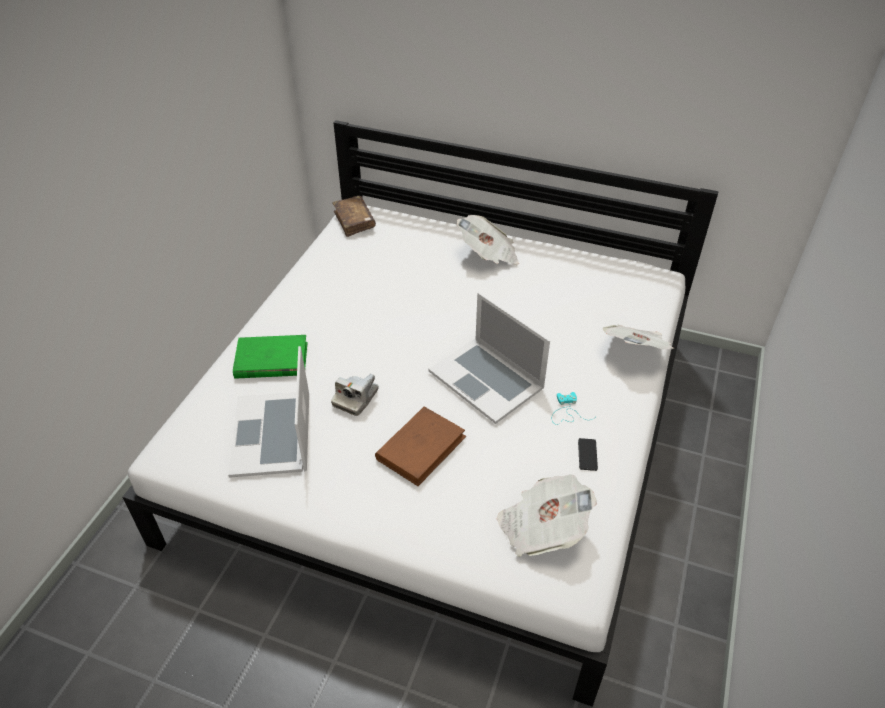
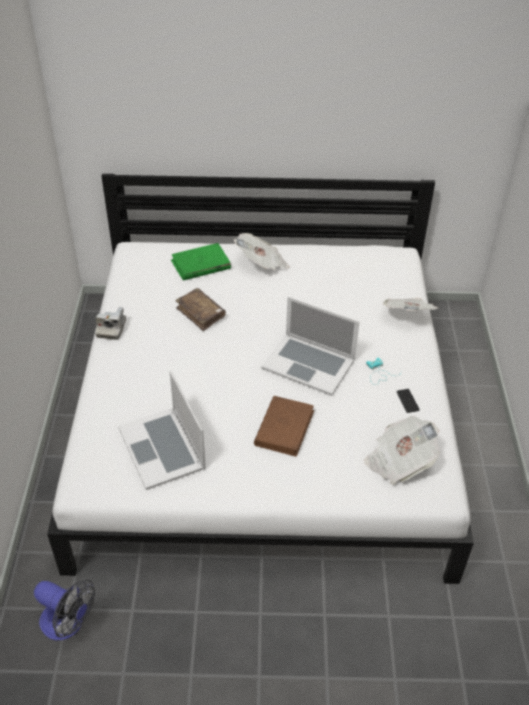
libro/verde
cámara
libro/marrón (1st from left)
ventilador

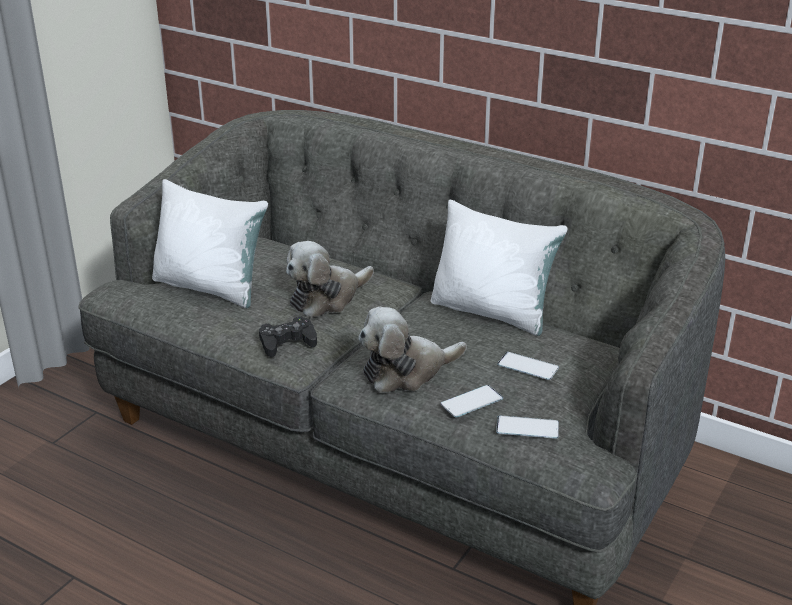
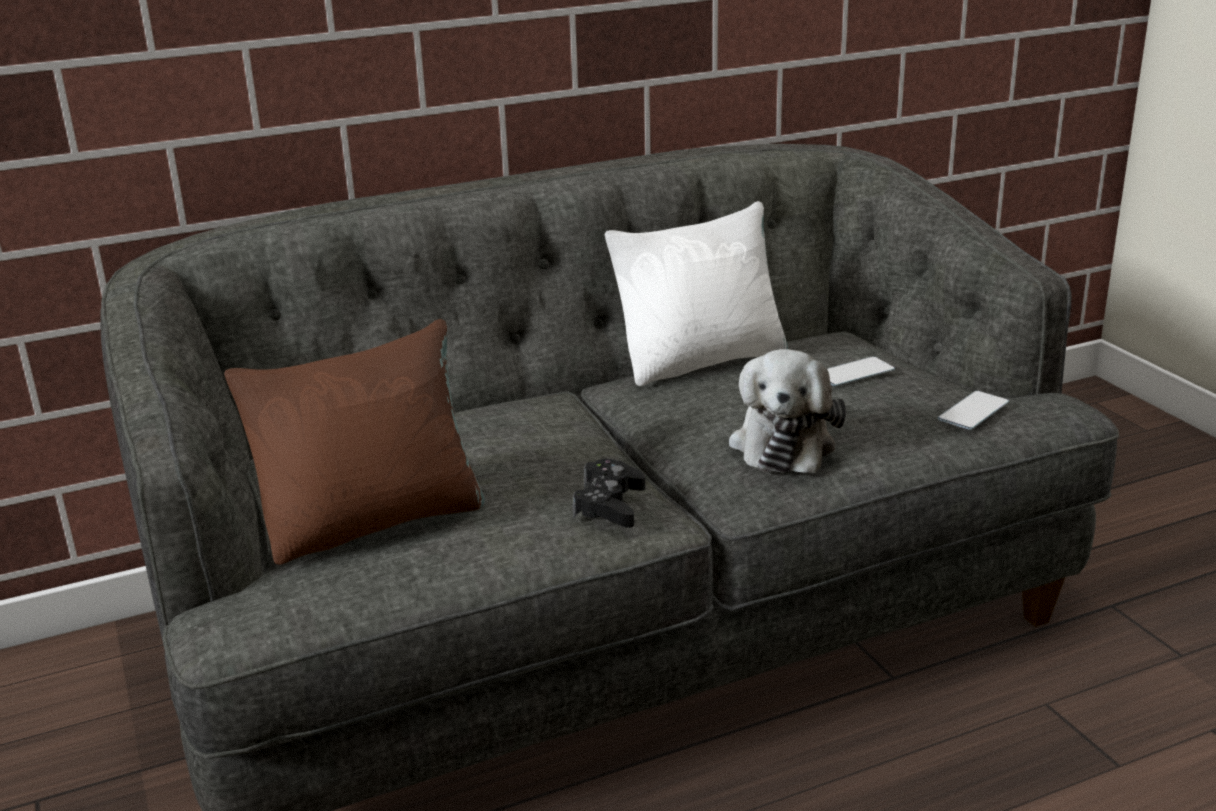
cojín/marrón
peluche (1st from left in the first image)
móvil (1st from left in the first image)

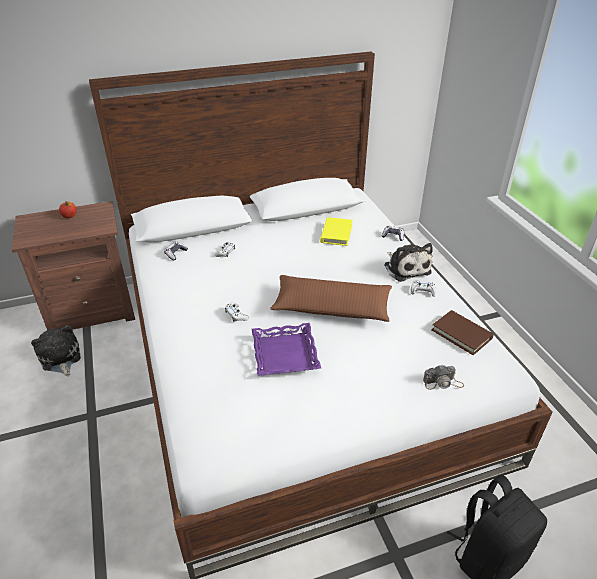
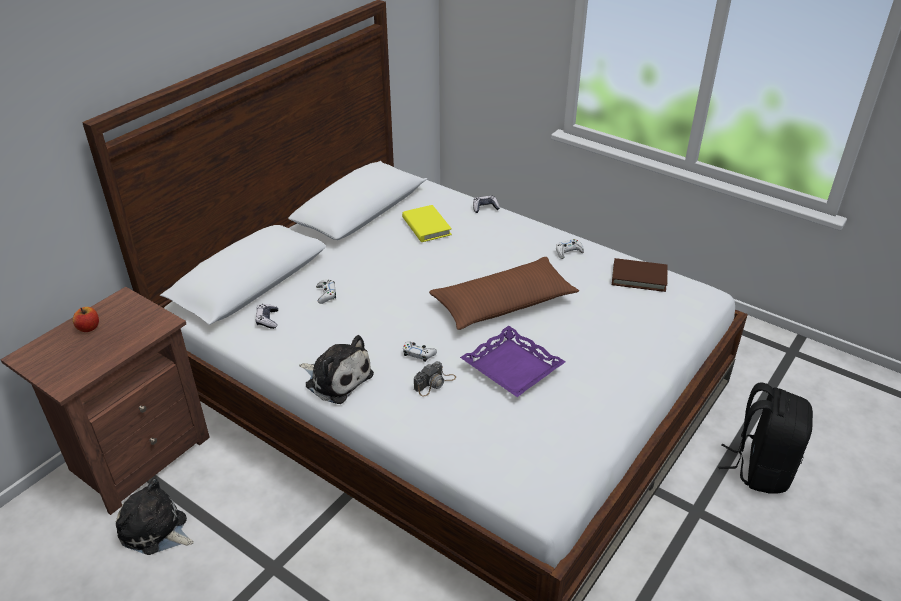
peluche (2nd from left)
cámara

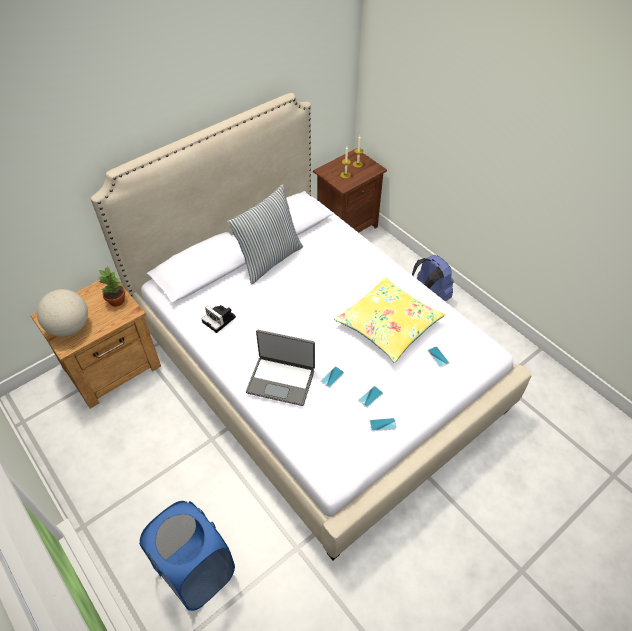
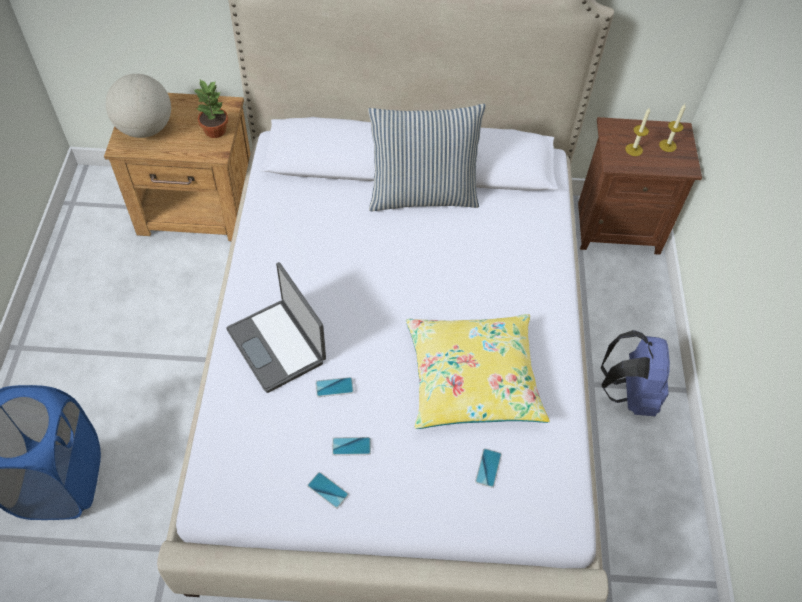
cámara

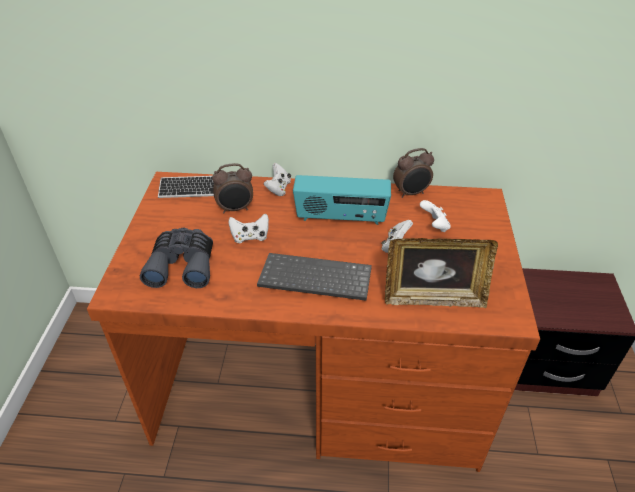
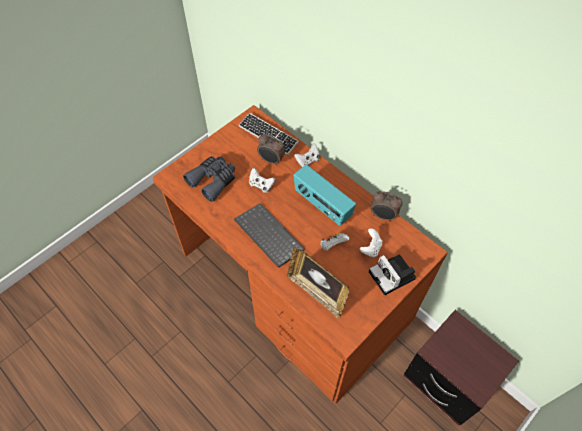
cámara

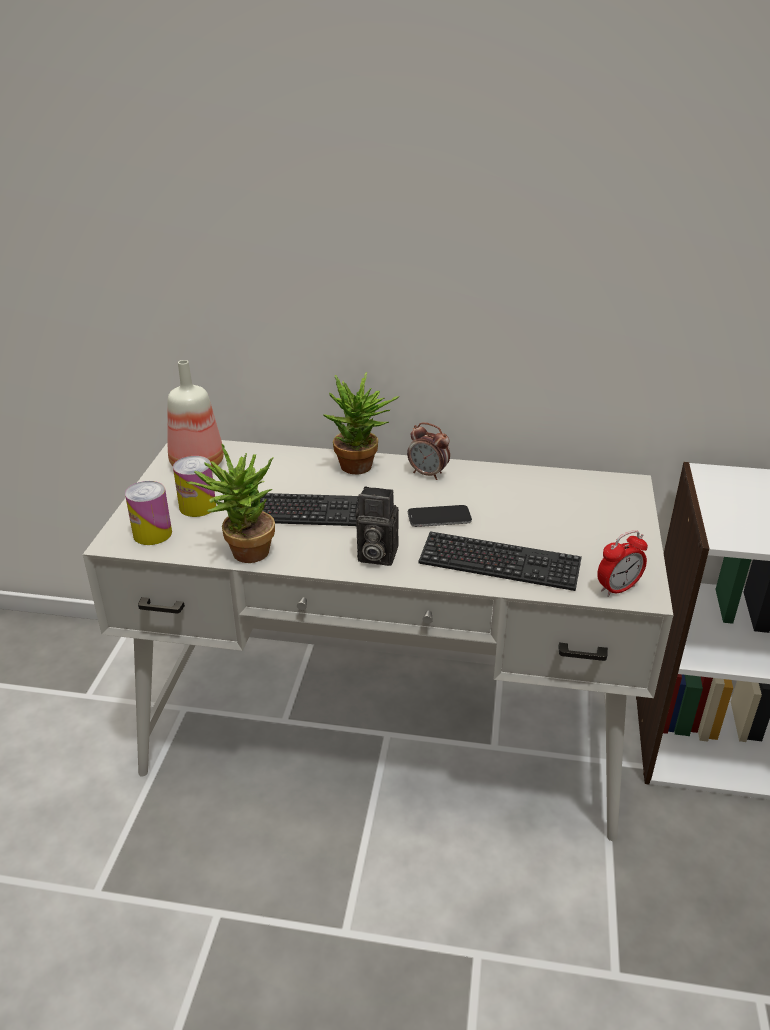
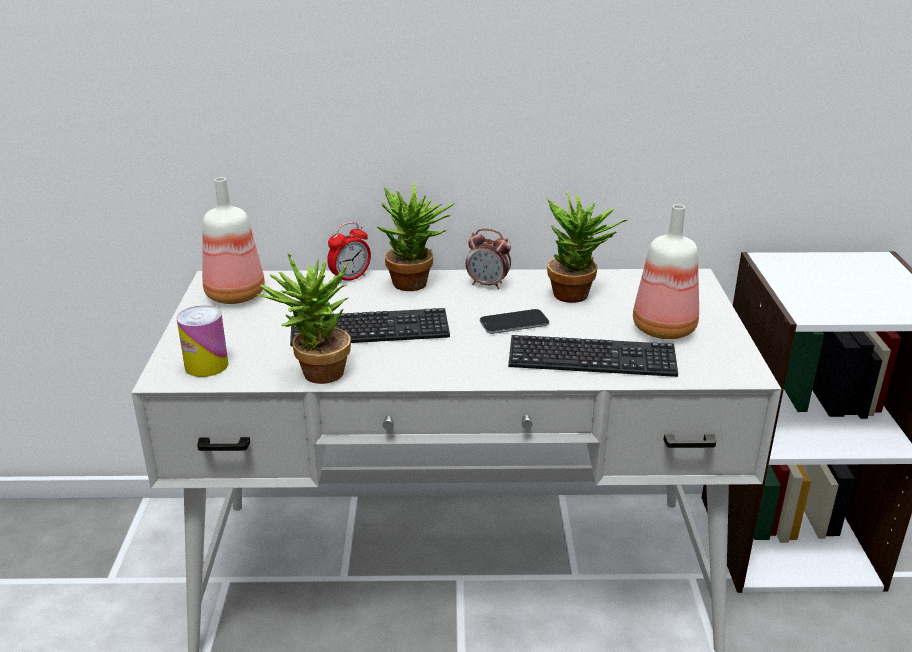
lata (2nd from left in the first image)
cámara
despertador (1st from left)
planta en maceta (3rd from left)
botella (2nd from left)

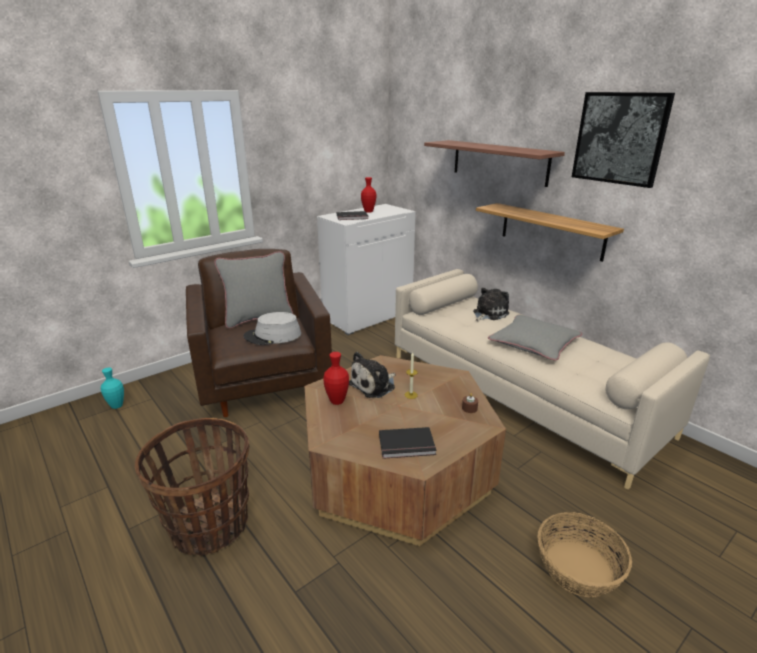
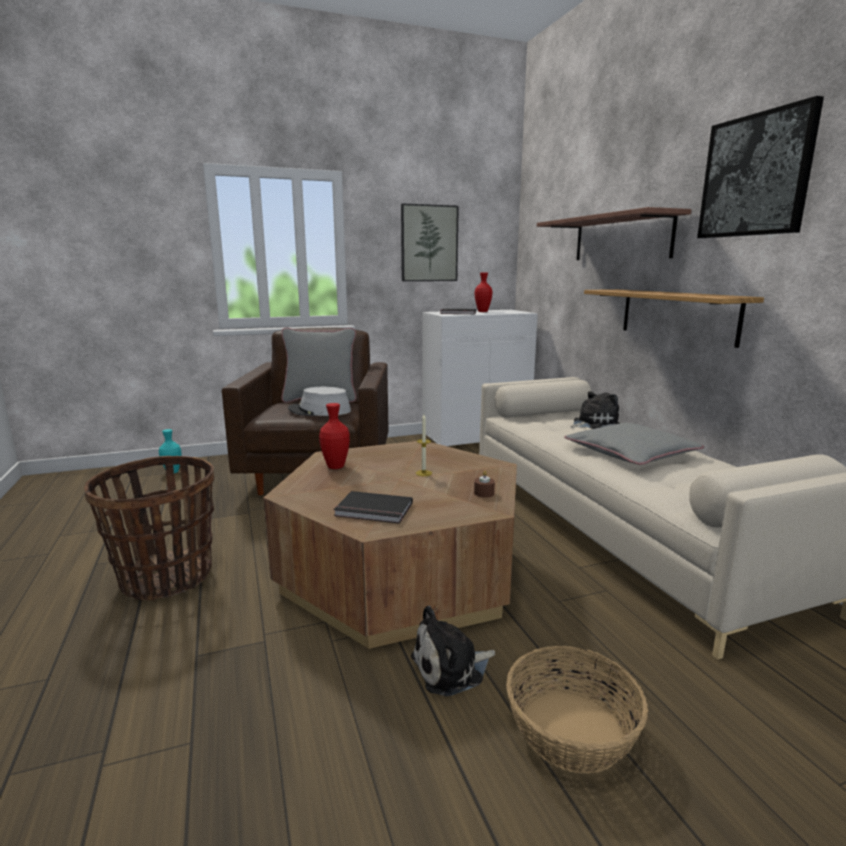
peluche (1st from left)
cuadro (1st from left)

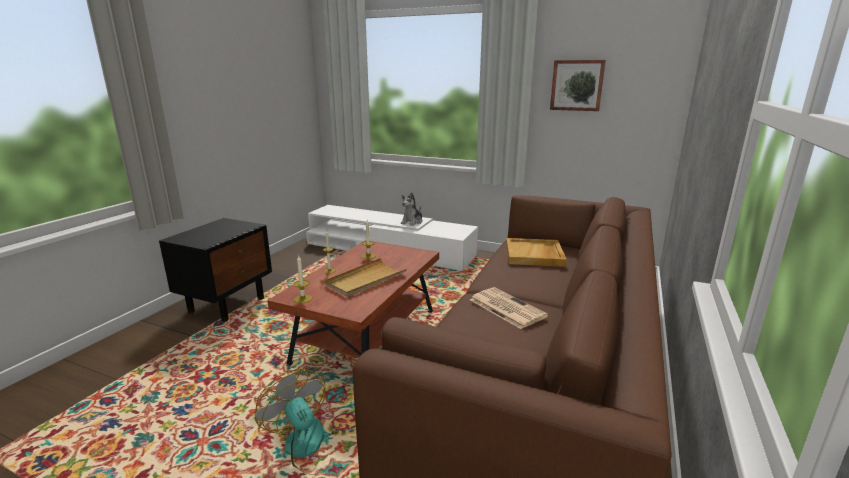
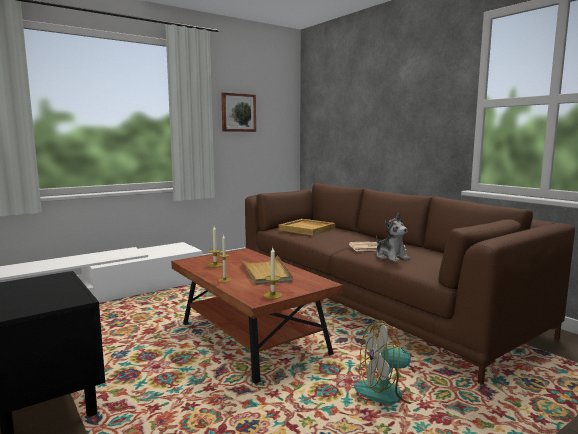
peluche

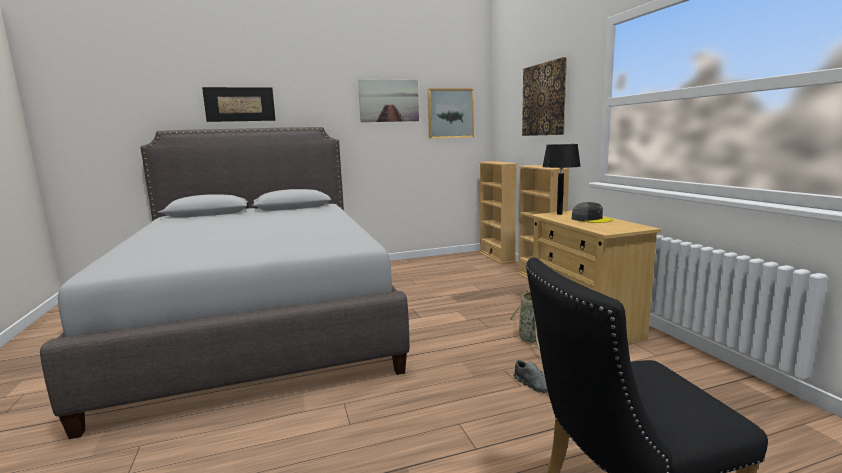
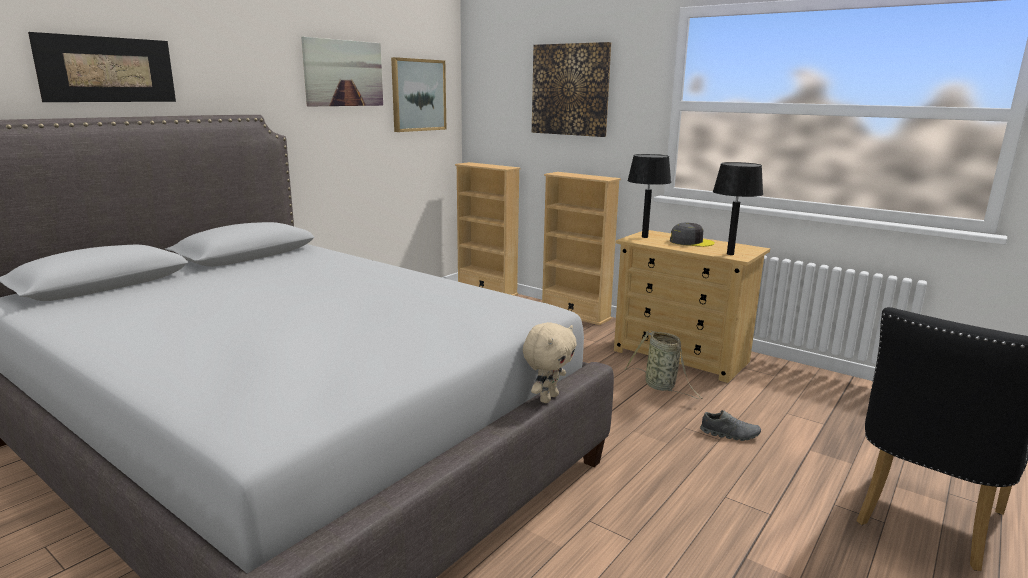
peluche/beis
lámpara de mesa/negro (2nd from left)

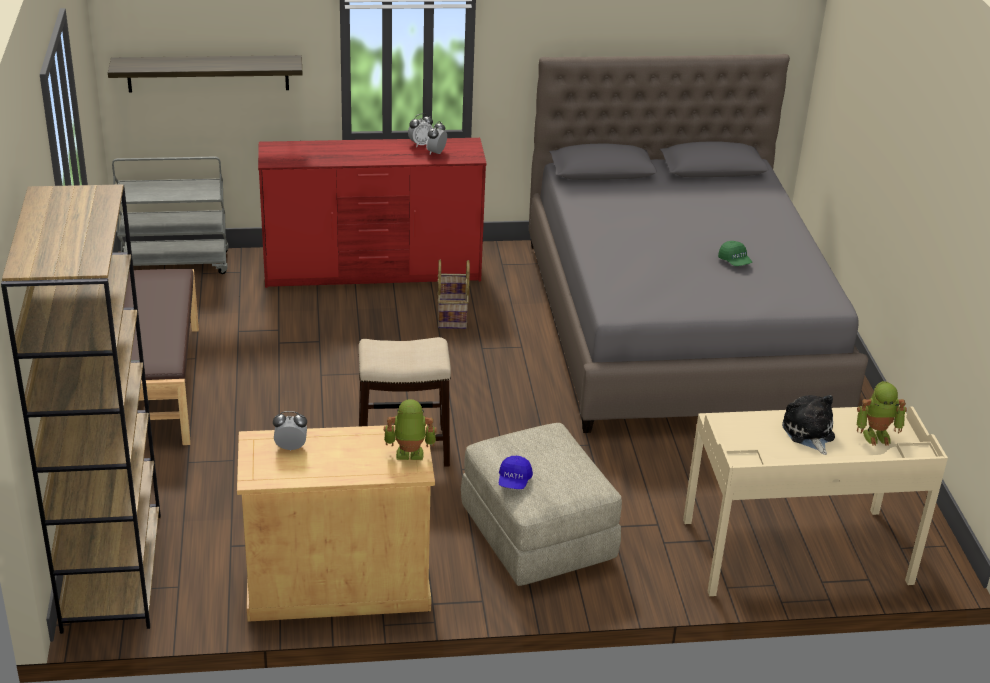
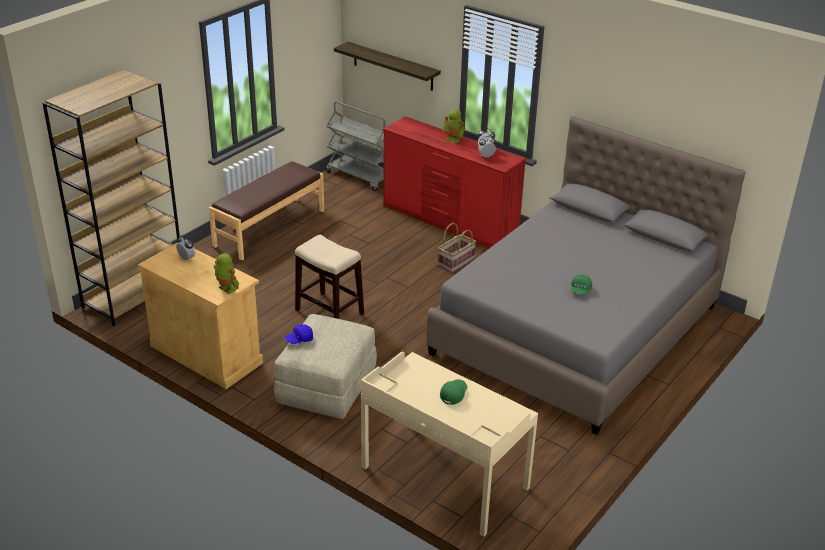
gorra/verde (1st from left)
robot de juguete (2nd from left)

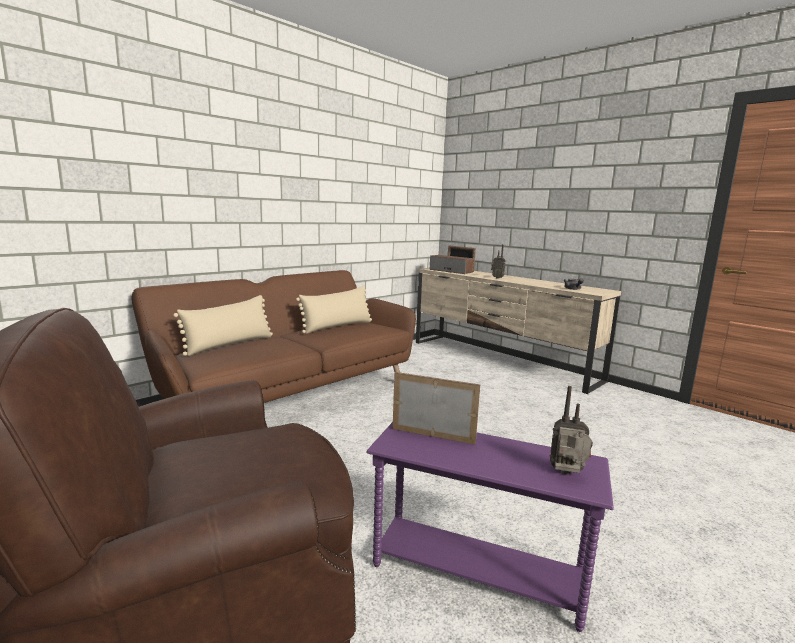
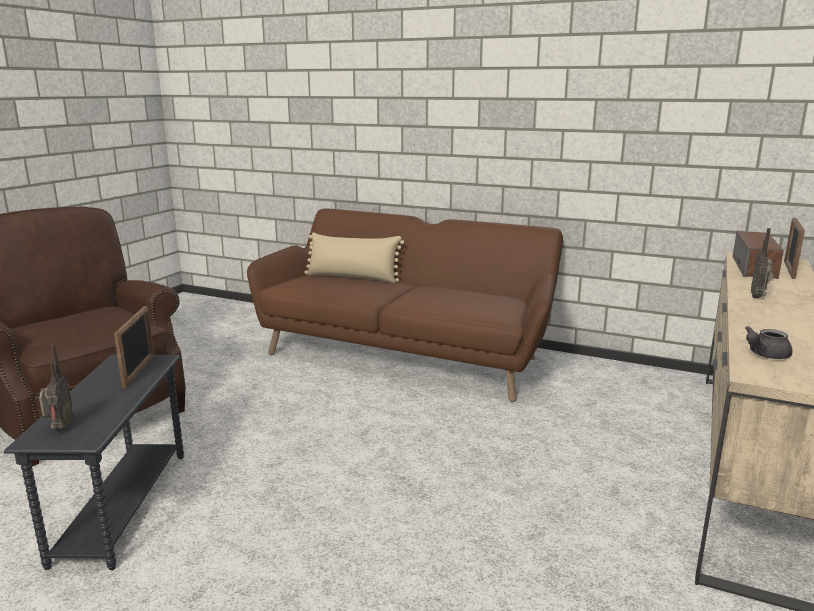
cojín/beis (2nd from left in the first image)
mesa auxiliar/gris

